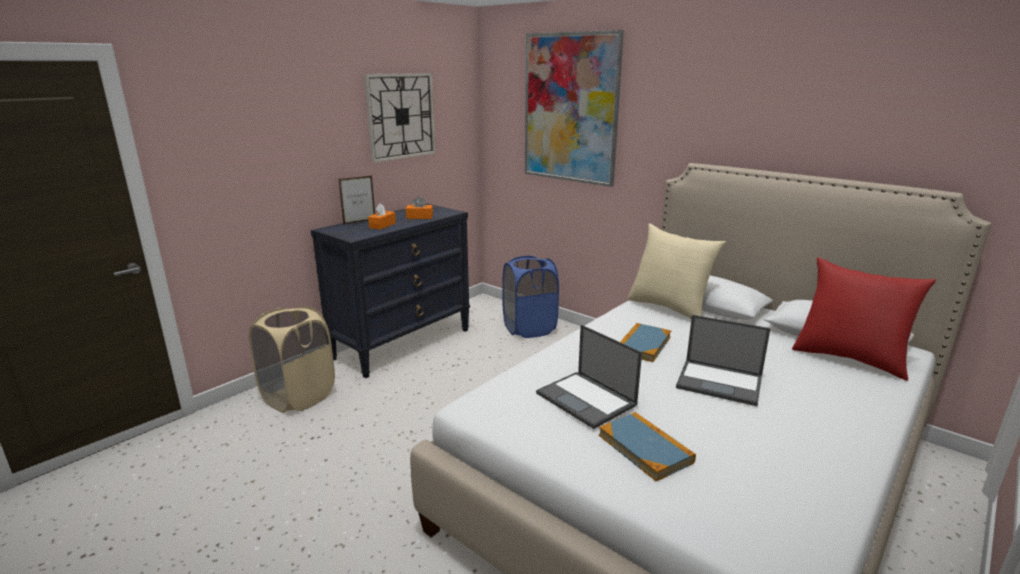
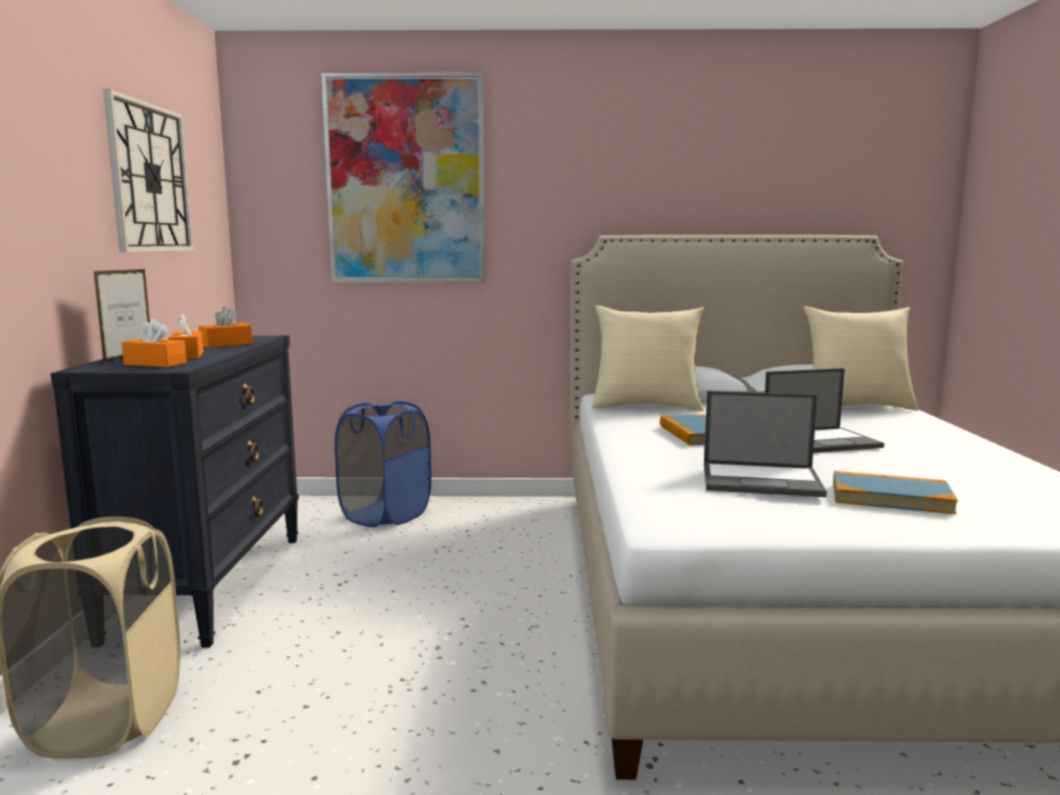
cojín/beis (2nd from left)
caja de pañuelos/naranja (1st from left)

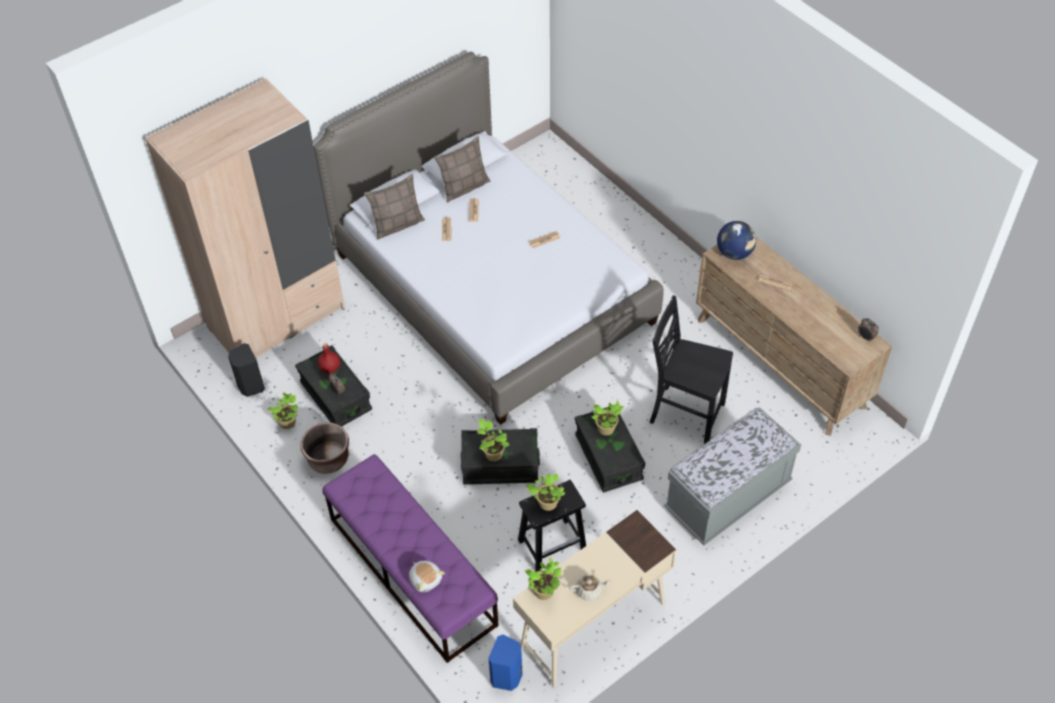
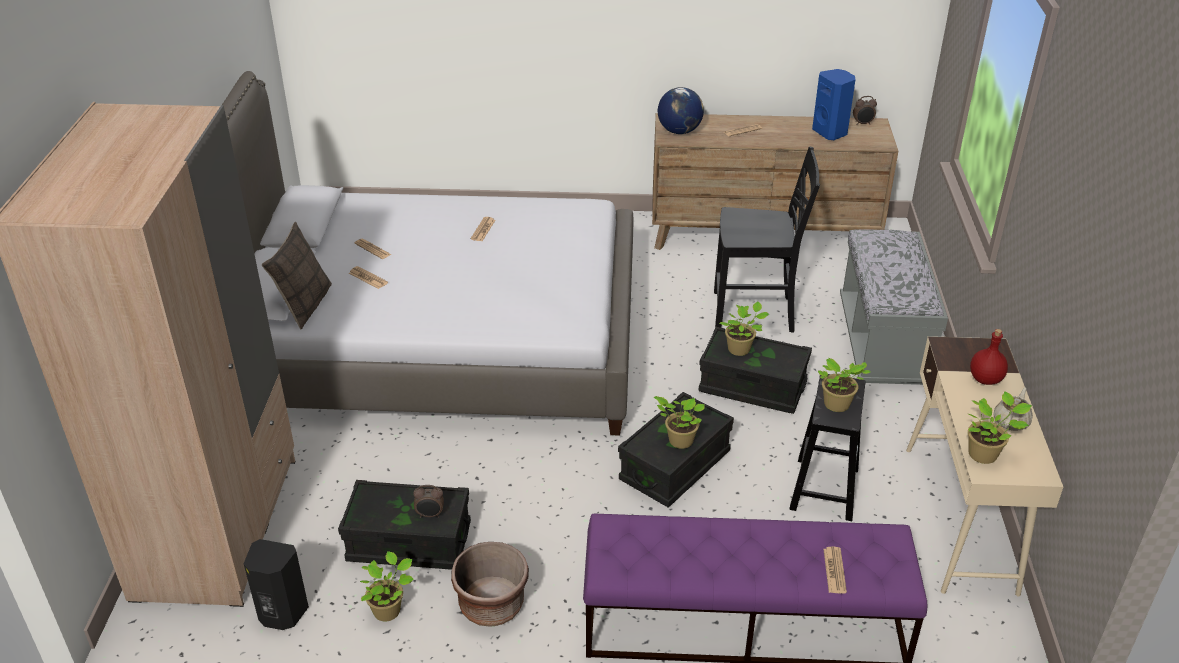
botella/rojo
periódico (5th from left)
cojín (2nd from left in the first image)
altavoz/azul
silla/negro

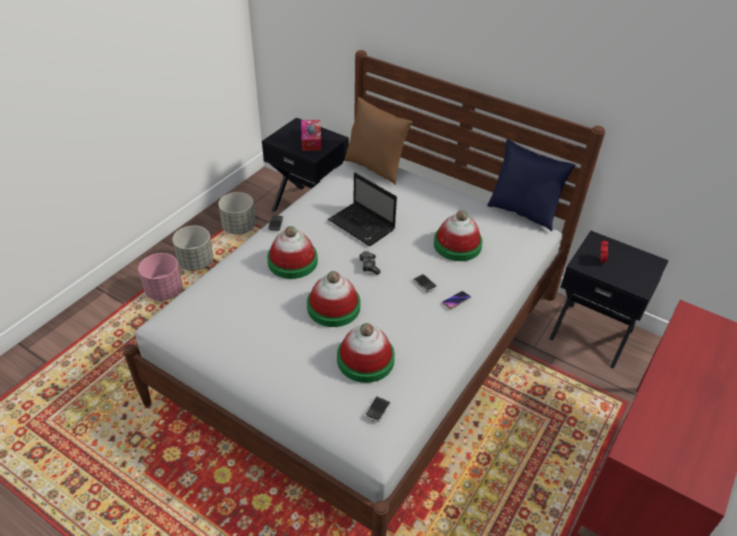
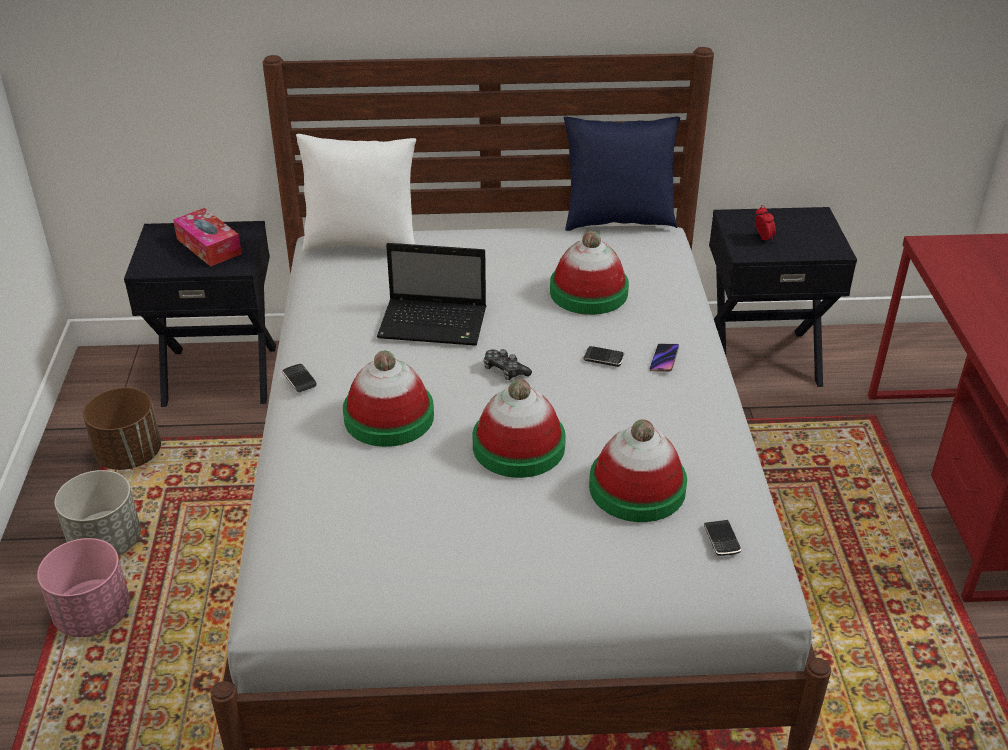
maceta/marrón
cojín/blanco

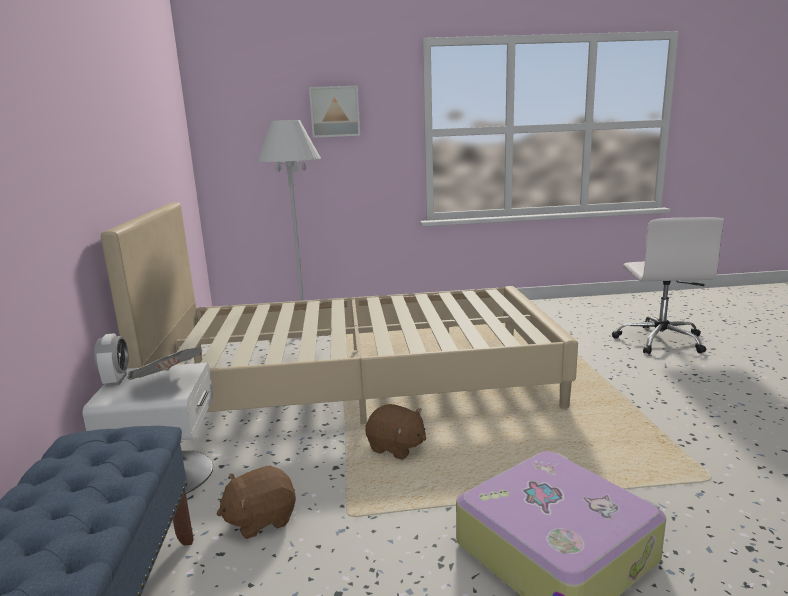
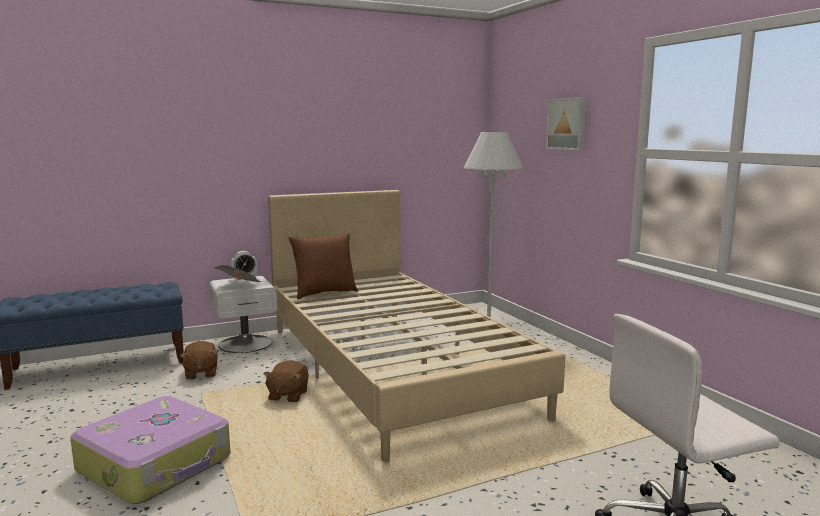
peluche/marrón (1st from left)
cojín/marrón

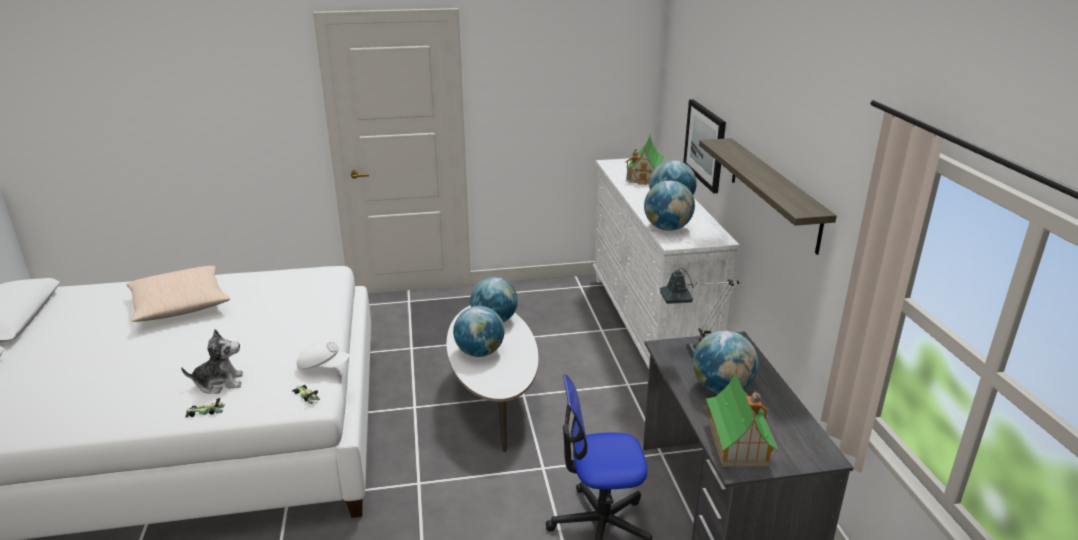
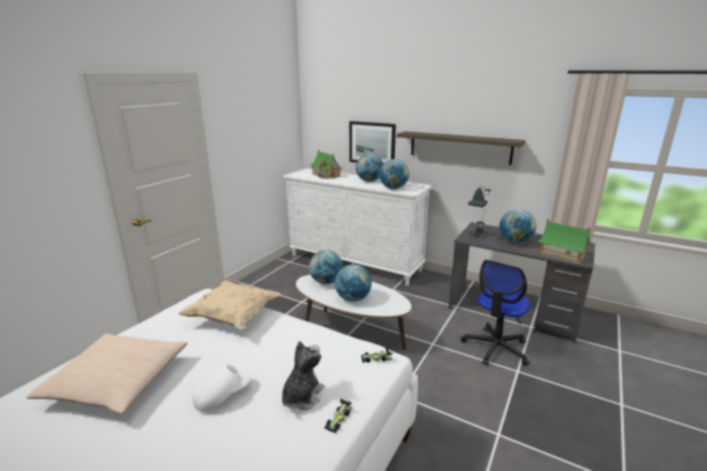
gorra/blanco
cojín/beis (2nd from left)

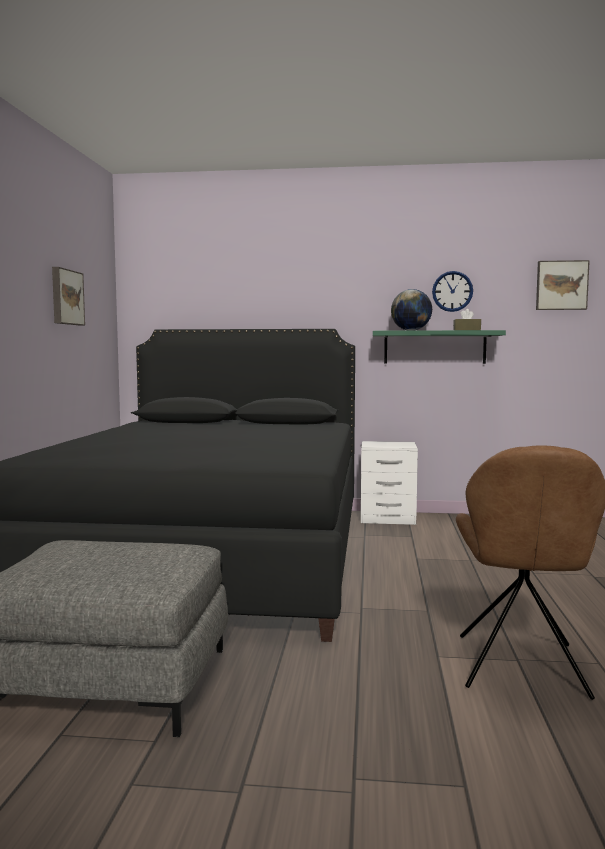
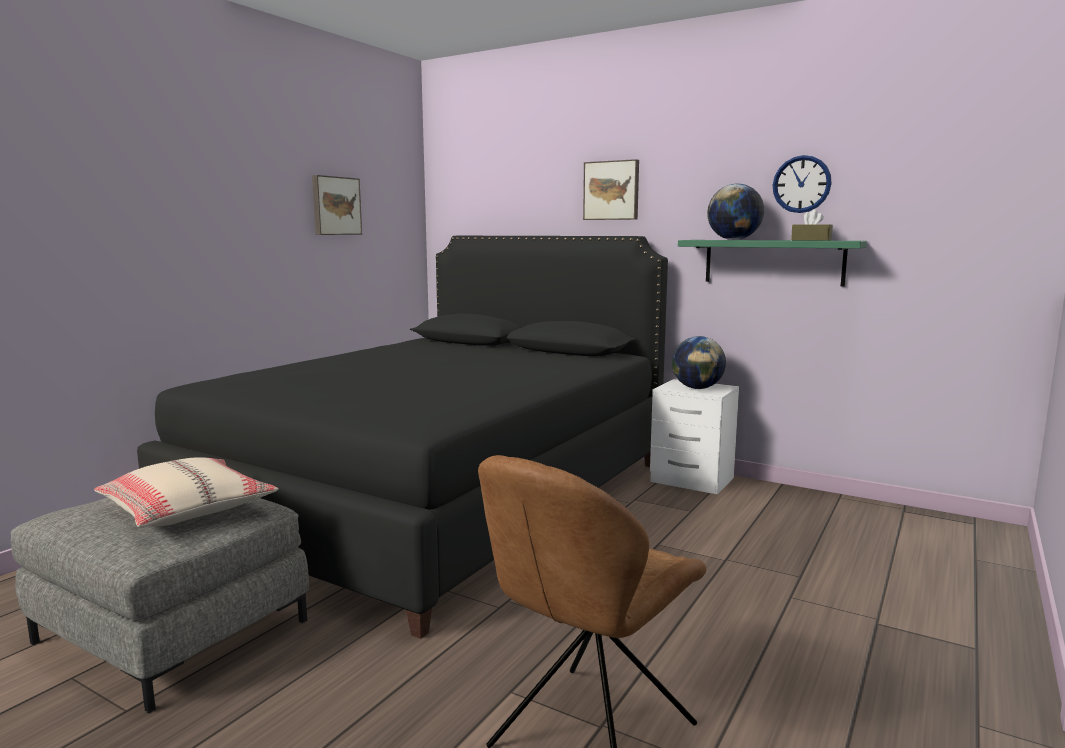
cuadro (2nd from left)
cojín/beis
globo terráqueo (1st from left)

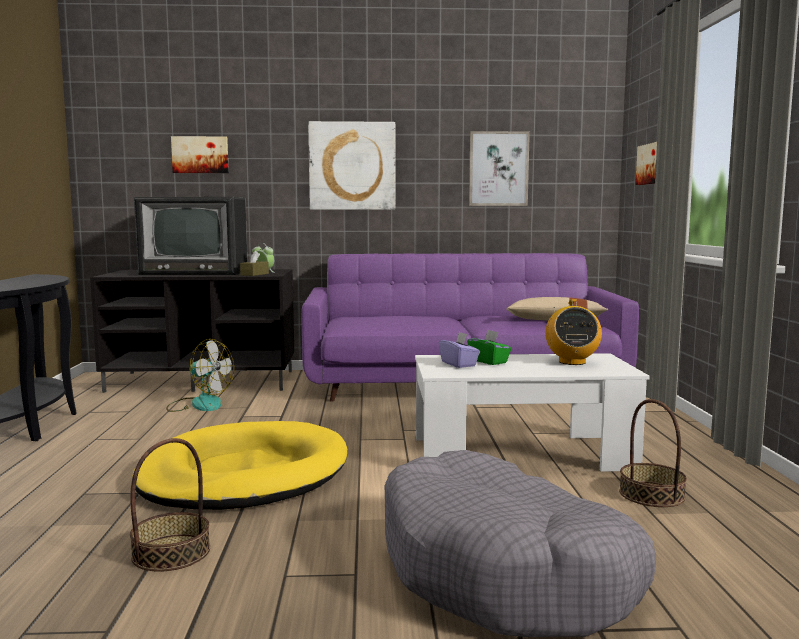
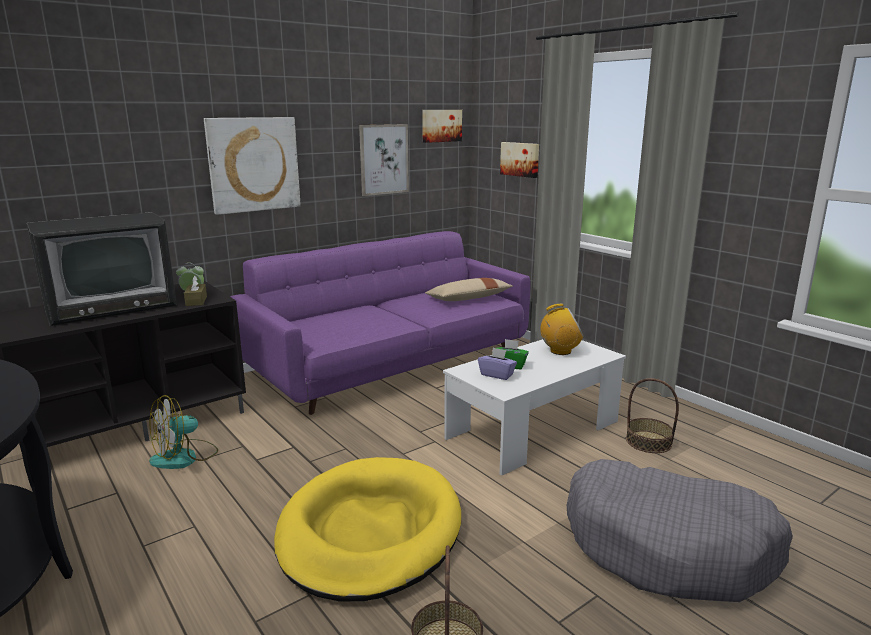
ventilador
cuadro (3rd from left)
radio

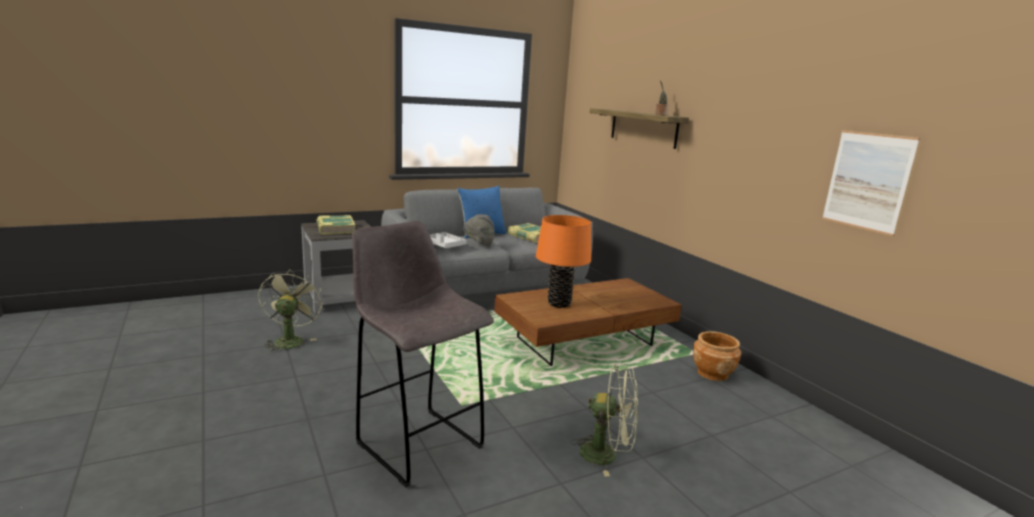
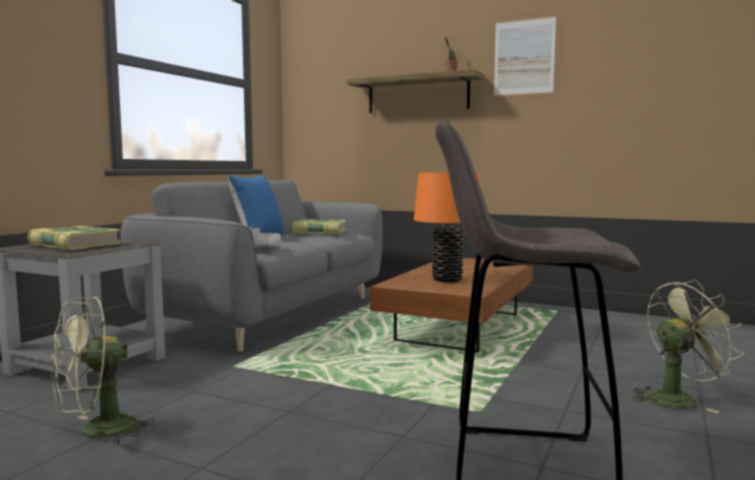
ventilador/verde (1st from left)
sombrero/gris
maceta/marrón
cuadro

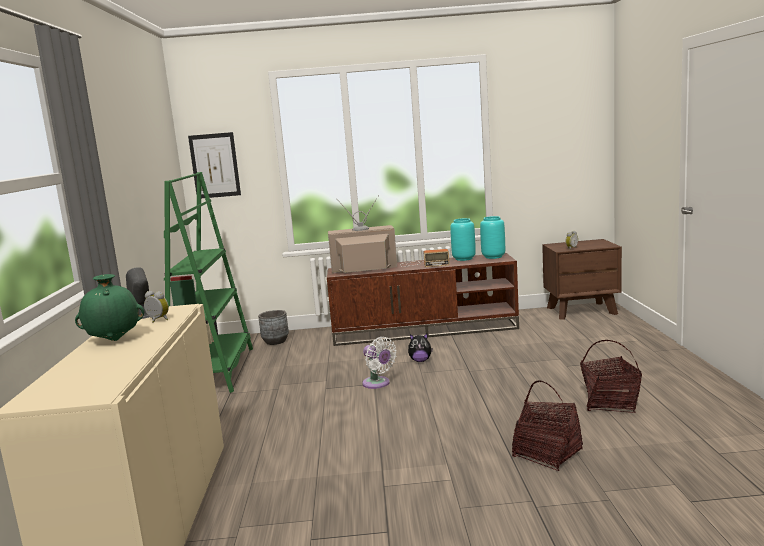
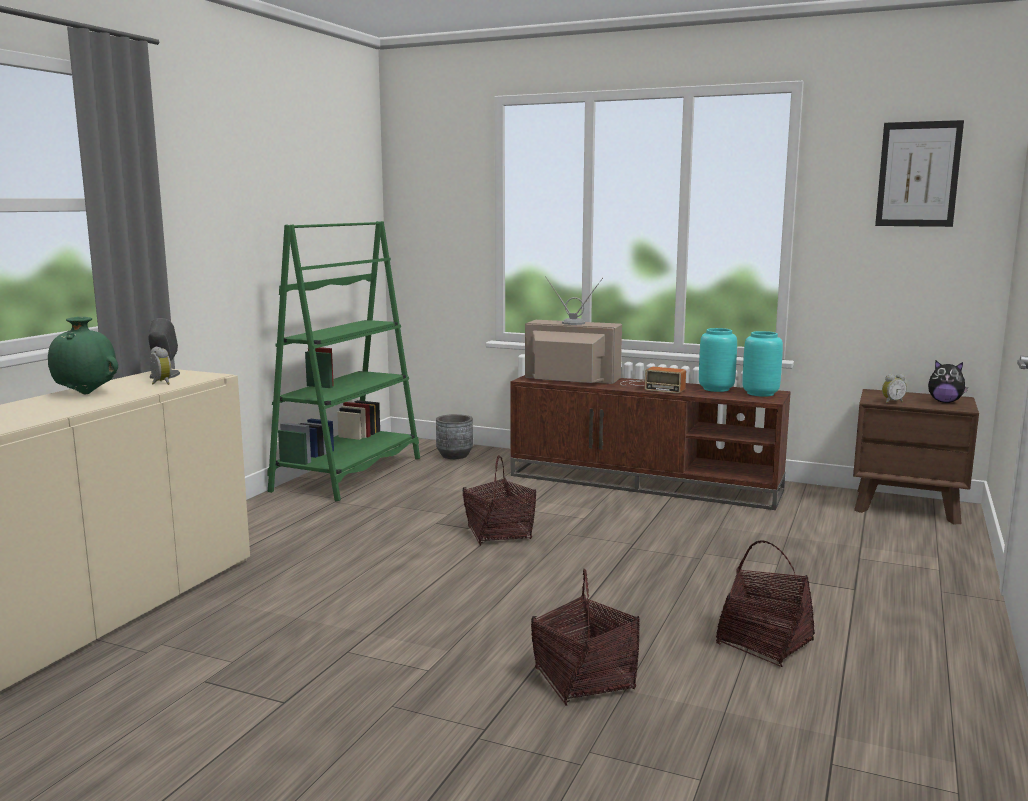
cuadro
cesta (1st from left)
peluche

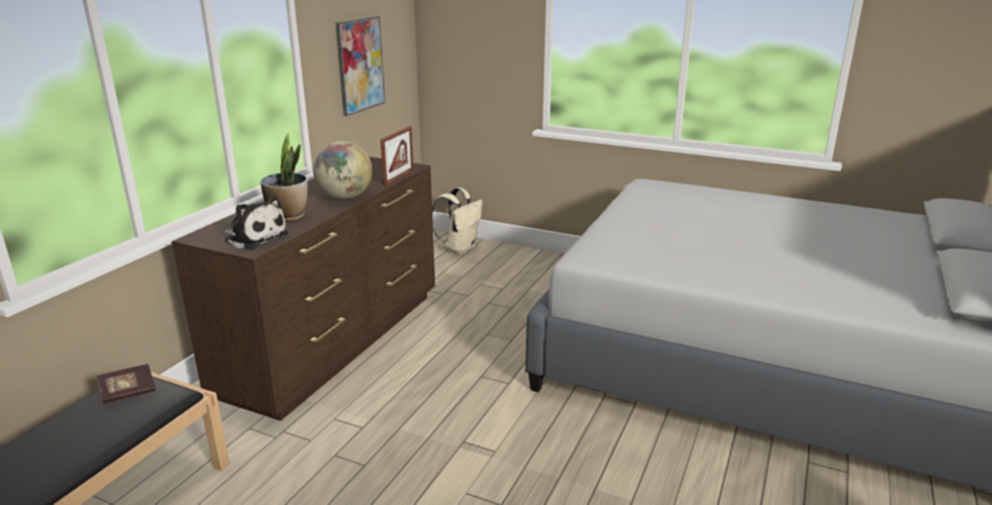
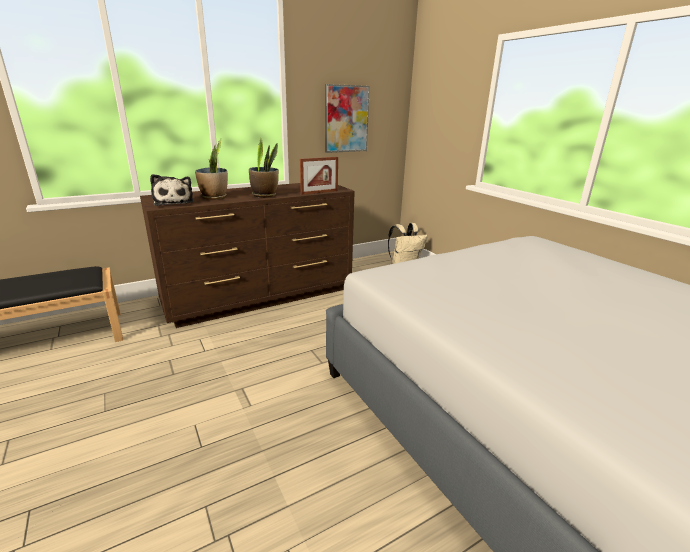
libro
planta en maceta (2nd from left)

